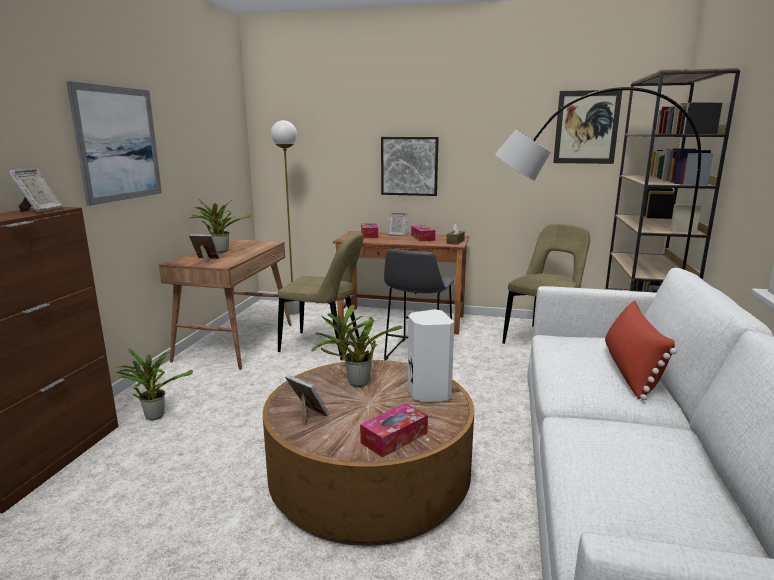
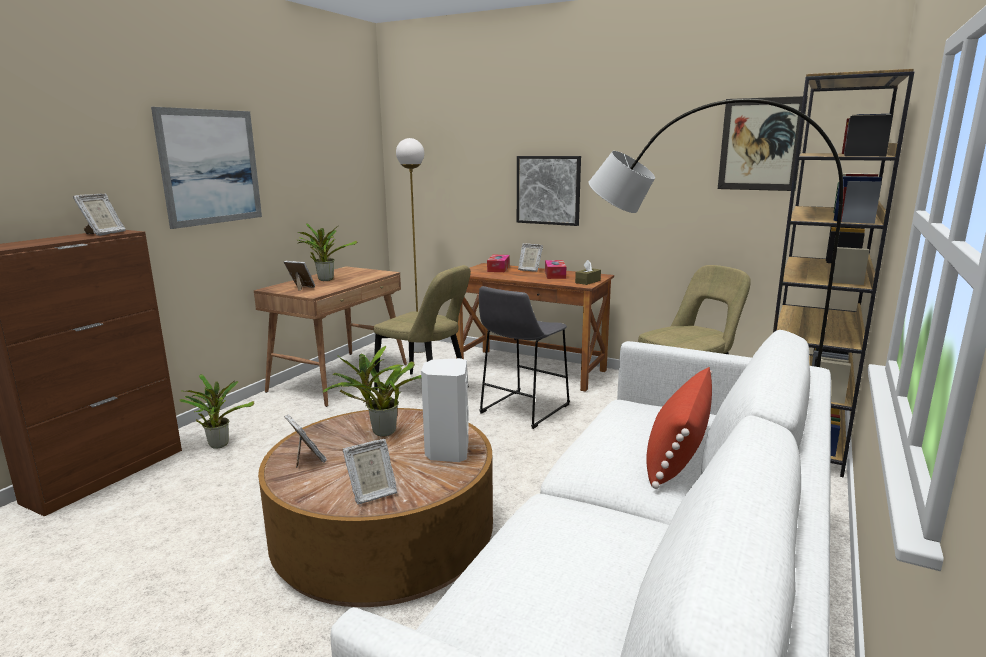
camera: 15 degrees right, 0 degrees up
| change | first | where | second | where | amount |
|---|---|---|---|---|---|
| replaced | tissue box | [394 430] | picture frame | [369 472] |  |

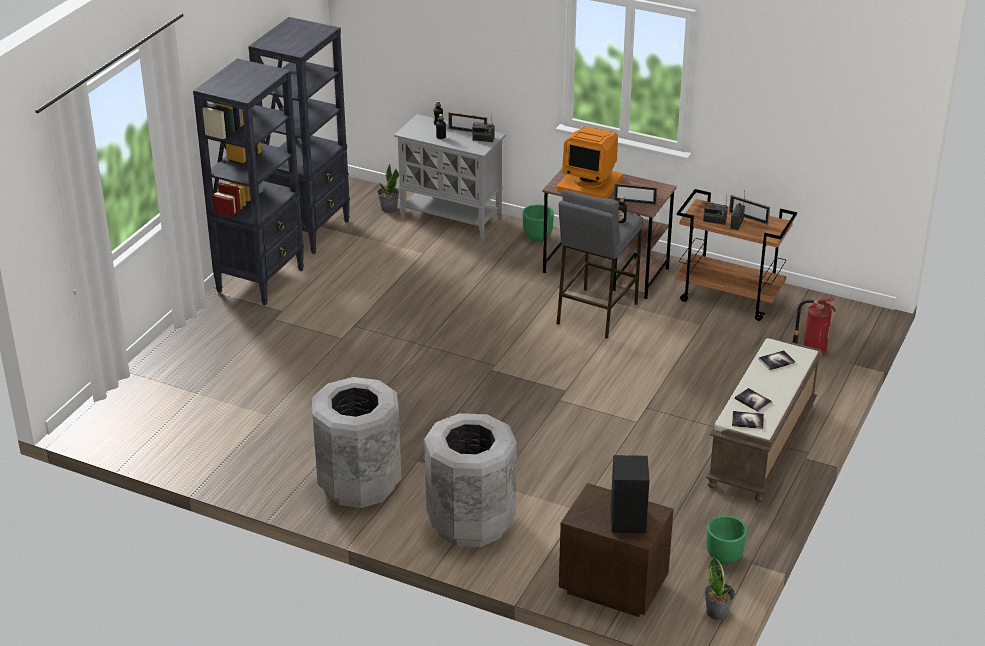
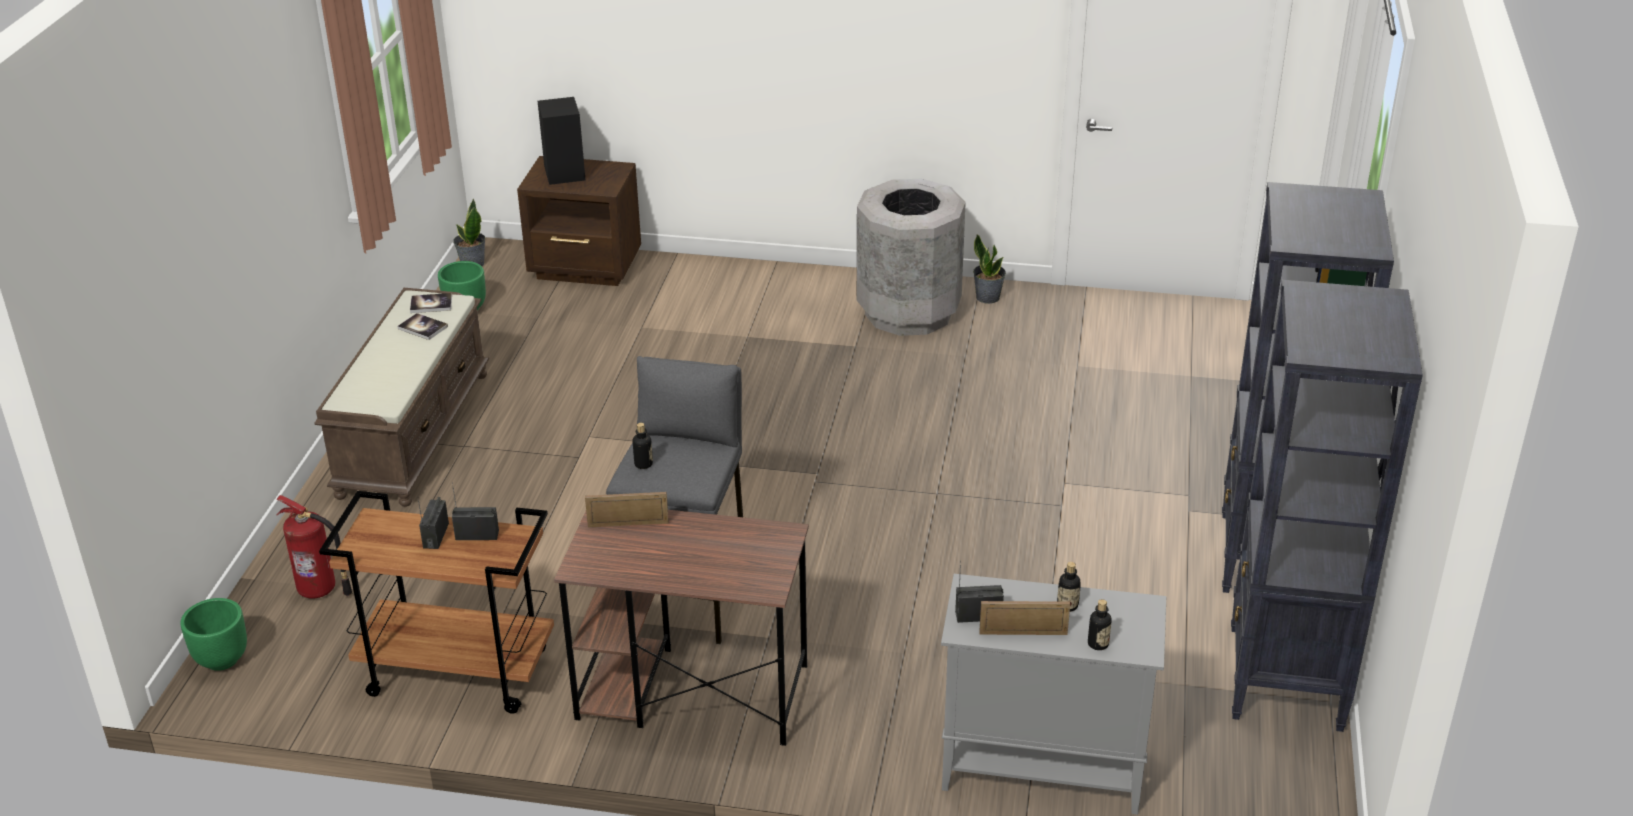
camera: 165 degrees right, 0 degrees up
| change | first | where | second | where | amount |
|---|---|---|---|---|---|
| moved | potted plant | [388 188] |  | [989 269] |  |
| removed | trash can in grey | [470 480] |  |  |  |
| moved | planter in green | [538 223] |  | [213 634] |  |
| removed | monitor | [590 162] |  |  |  |
| removed | picture frame | [749 210] |  |  |  |
| removed | book | [777 360] |  |  |  |

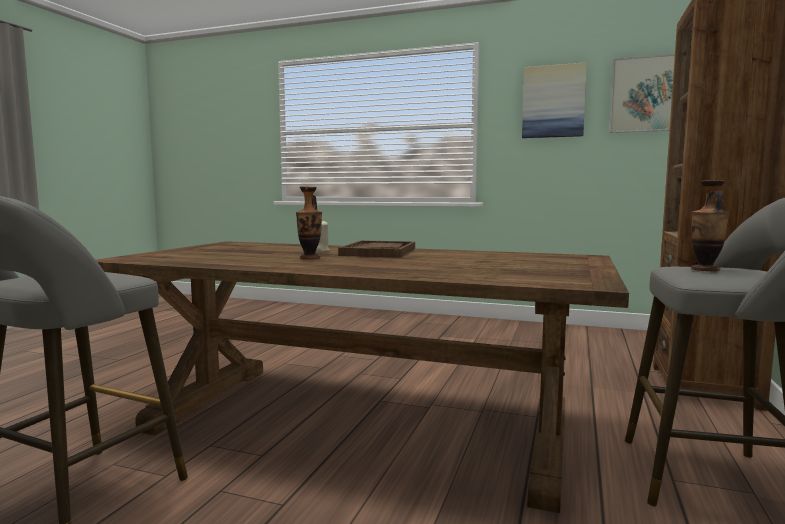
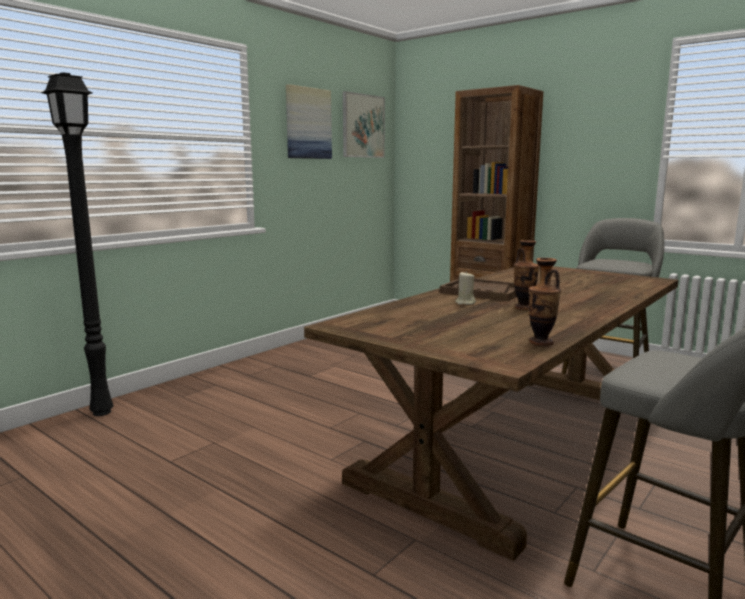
camera: 70 degrees left, 5 degrees up
| change | first | where | second | where | amount |
|---|---|---|---|---|---|
| moved | vase | [710 225] |  | [545 302] |  |
| added |  |  | floor lamp in black | [77 244] |  |

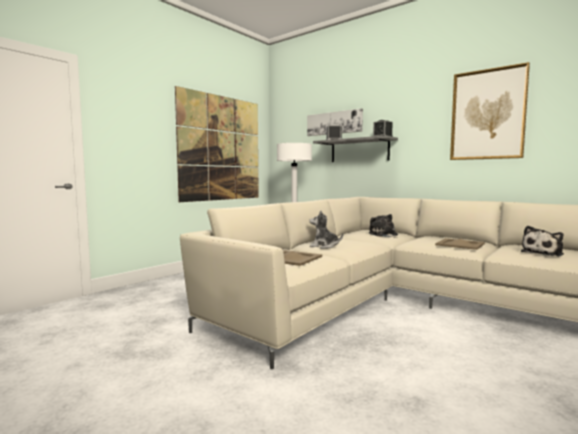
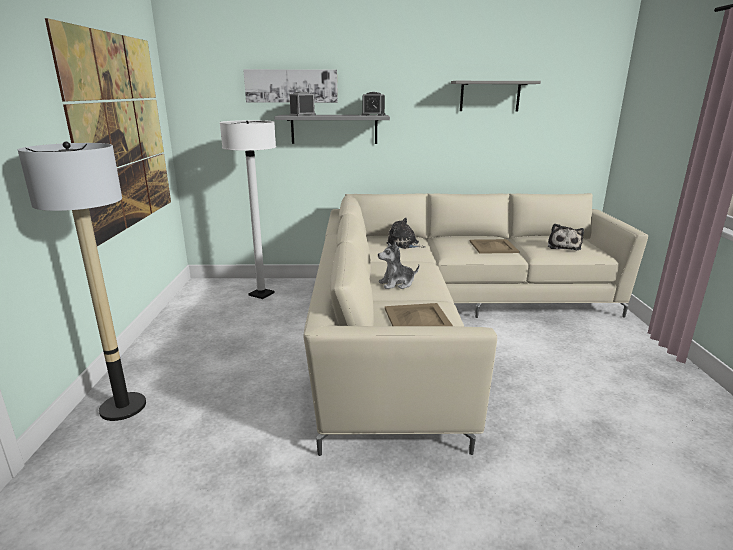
camera: 40 degrees left, 15 degrees up
| change | first | where | second | where | amount |
|---|---|---|---|---|---|
| replaced | picture | [490 111] | shelf in grey | [496 96] |  |
| added |  |  | floor lamp | [82 281] |  |

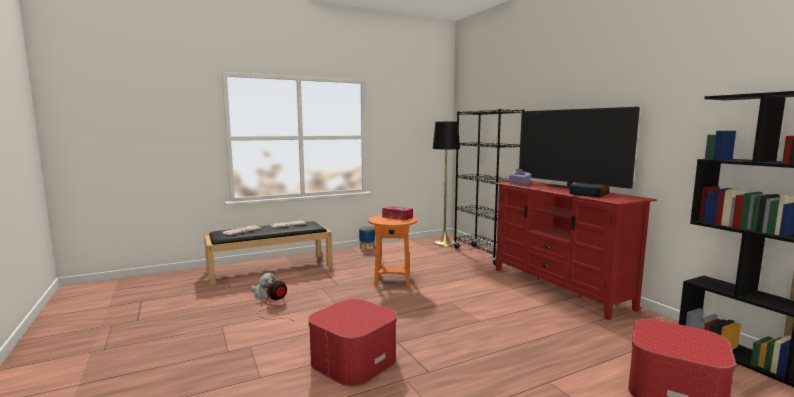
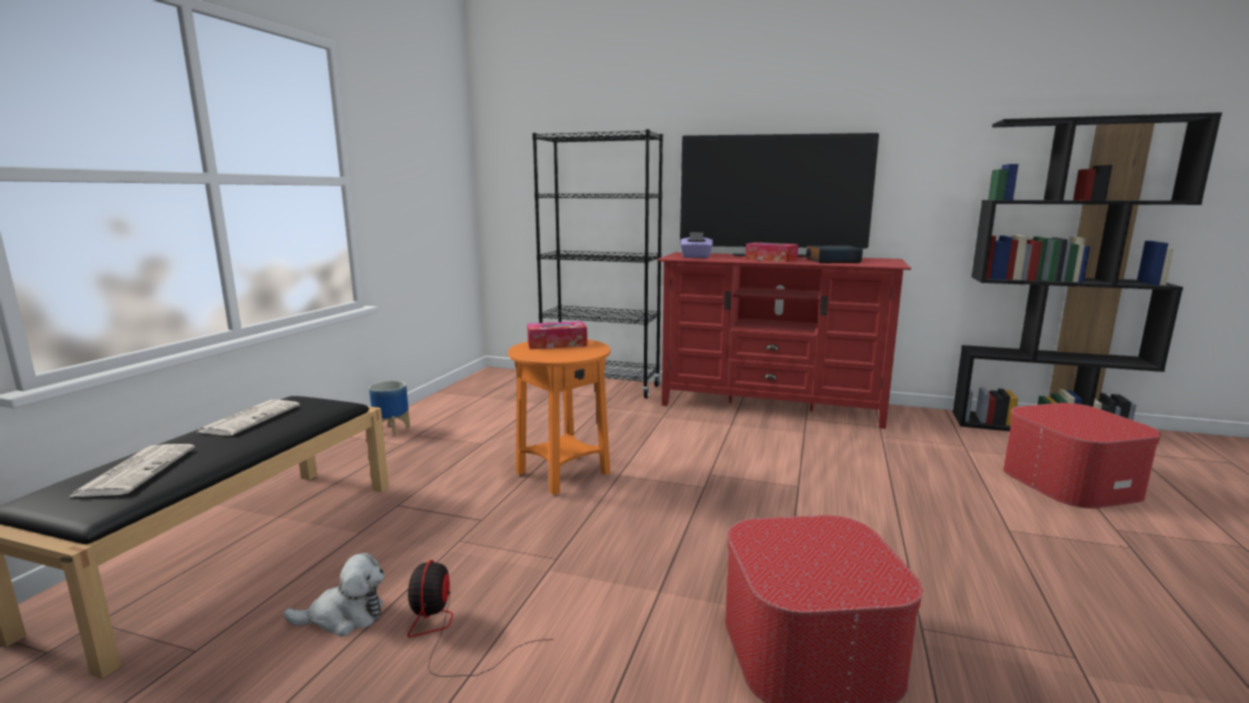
camera: 45 degrees left, 5 degrees up
| change | first | where | second | where | amount |
|---|---|---|---|---|---|
| removed | floor lamp in black | [446 183] |  |  |  |
| added |  |  | tissue box | [771 252] |  |

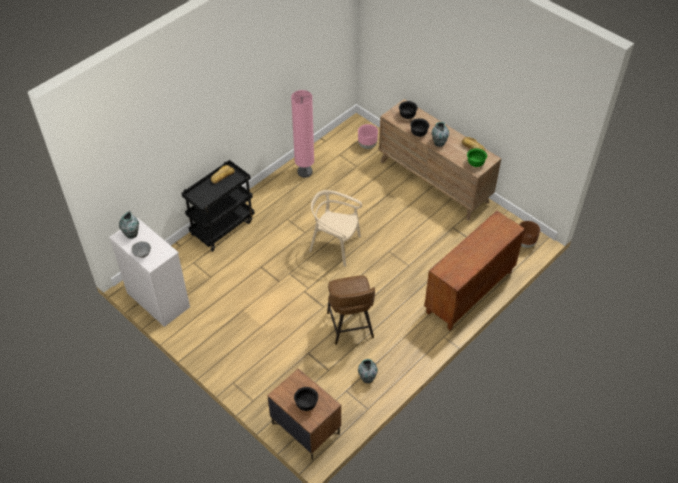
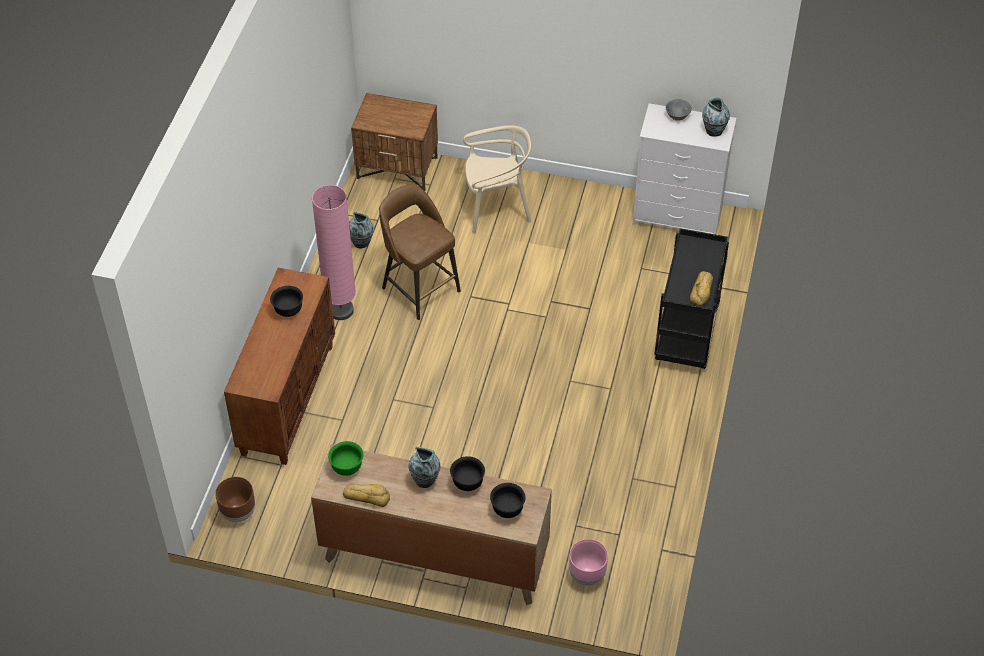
camera: 150 degrees right, 0 degrees up
| change | first | where | second | where | amount |
|---|---|---|---|---|---|
| moved | floor lamp in pink | [302 134] |  | [334 252] |  |
| moved | bowl in black | [306 399] |  | [286 301] |  |
| moved | chair in beige | [335 228] |  | [497 179] |  |

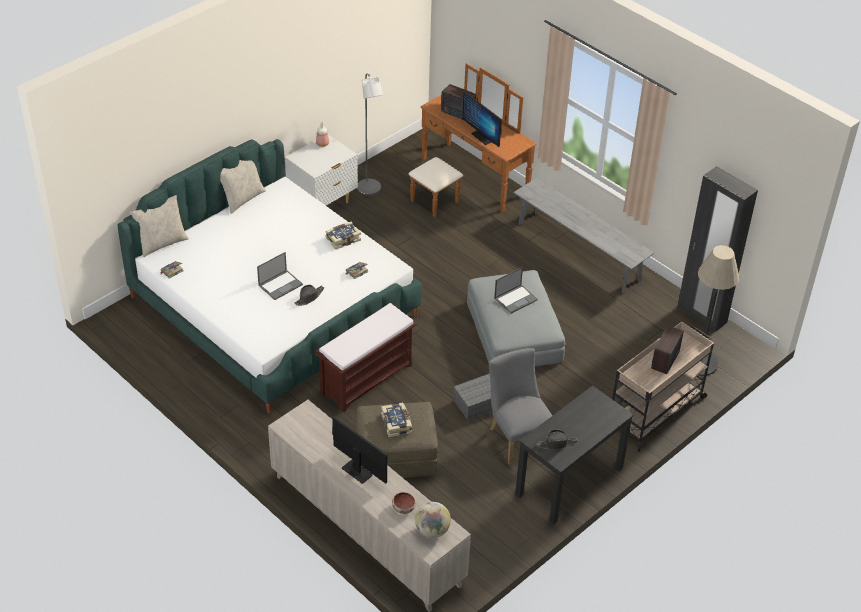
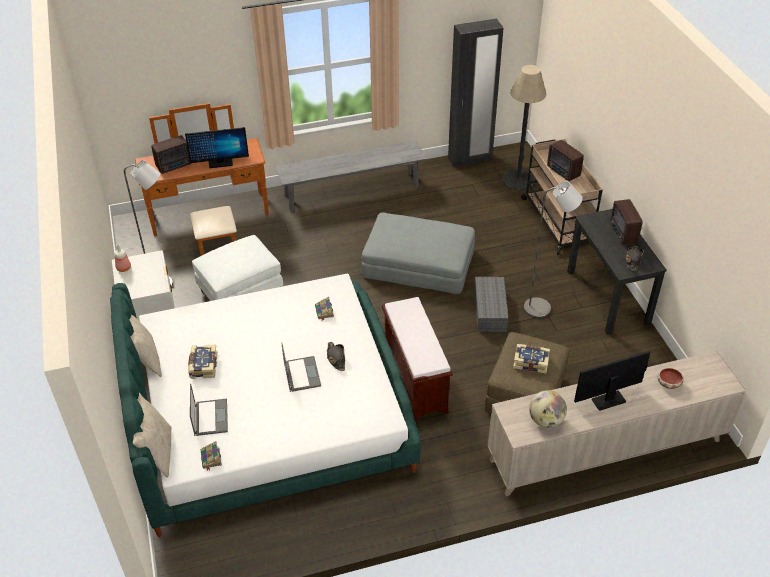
camera: 60 degrees left, 0 degrees up
| change | first | where | second | where | amount |
|---|---|---|---|---|---|
| moved | book | [343 236] |  | [202 361] |  |
| moved | globe | [433 520] |  | [548 409] |  |
| replaced | chair in grey | [520 406] | floor lamp in grey | [553 249] |  |
| moved | laptop | [516 290] |  | [209 410] |  |
| added |  |  | ottoman in white | [237 268] |  |
| added |  |  | radio | [626 222] |  |

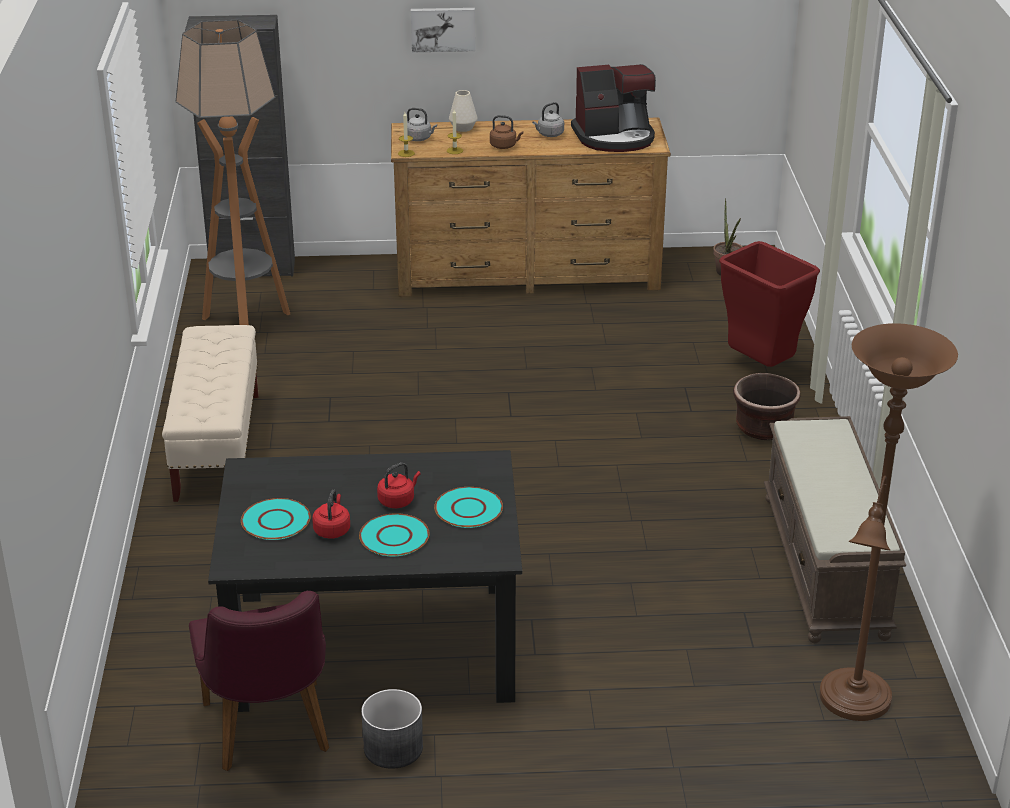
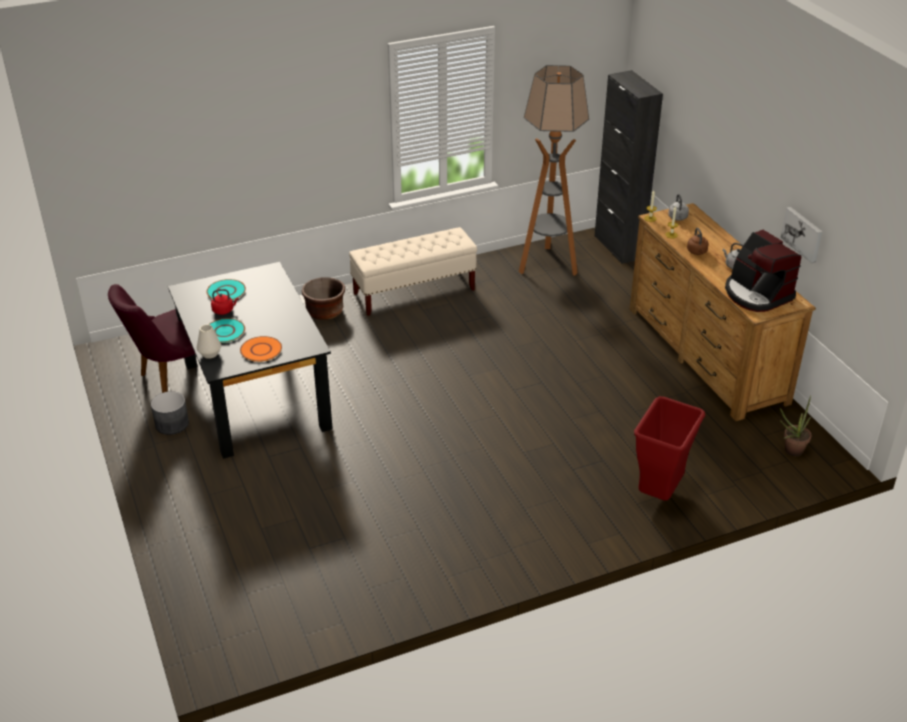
camera: 70 degrees right, 5 degrees up
| change | first | where | second | where | amount |
|---|---|---|---|---|---|
| removed | kettle in red | [399 485] |  |  |  |
| moved | picture | [443 30] |  | [802 235] |  |
| recoloured | plate in turquoise | [468 507] | plate in orange | [261 349] |  |
| moved | vase in white | [463 111] |  | [209 341] |  |
| moved | planter in brown | [767 406] |  | [323 299] |  |
| removed | bench in brown | [835 529] |  |  |  |
| removed | floor lamp in brown | [888 522] |  |  |  |

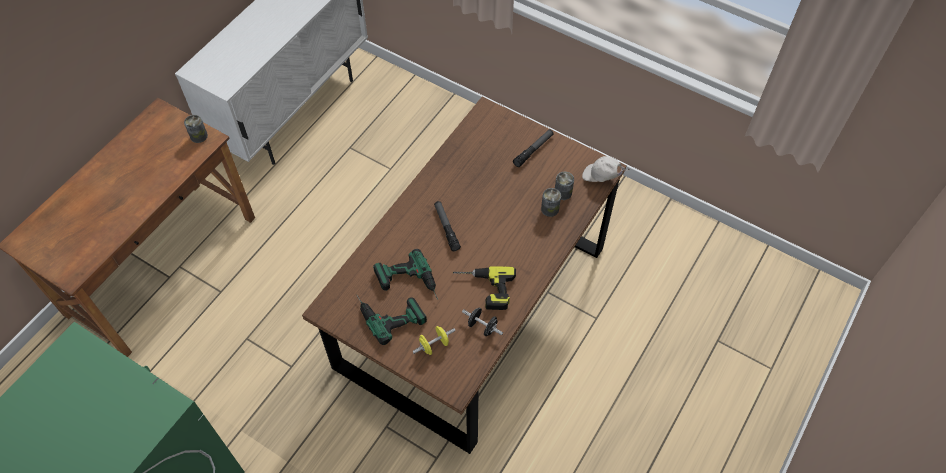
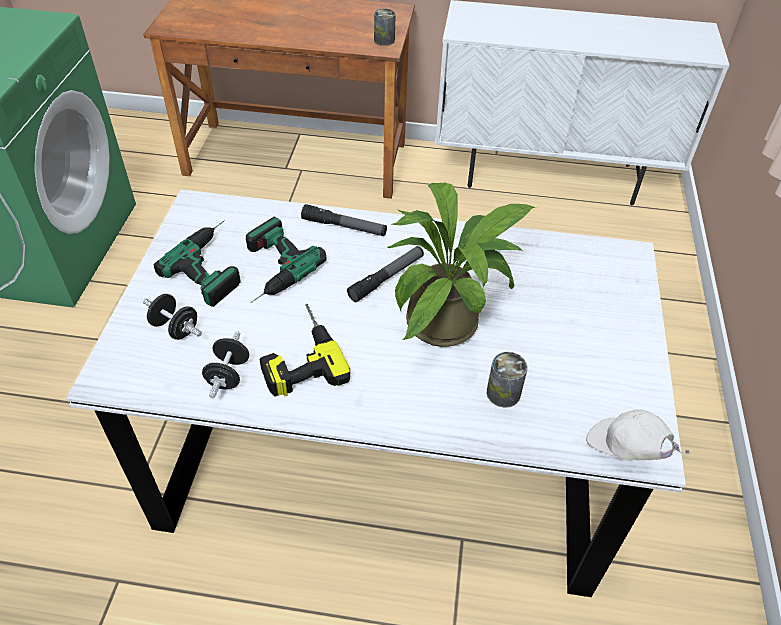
camera: 65 degrees right, 10 degrees down
| change | first | where | second | where | amount |
|---|---|---|---|---|---|
| recoloured | dining table in brown | [464 275] | dining table in white | [376 393] |  |
| recoloured | dumbbell in yellow | [434 340] | dumbbell in black | [172 317] |  |
| moved | flashlight | [533 148] |  | [344 220] |  |
| removed | can | [564 186] |  |  |  |
| turned | cap in white | [606 169] |  | [638 435] | 45 degrees counterclockwise |
| added |  |  | potted plant | [461 265] |  |

